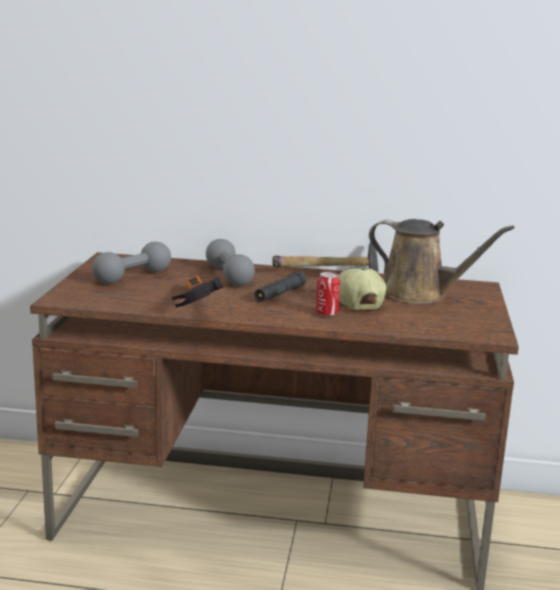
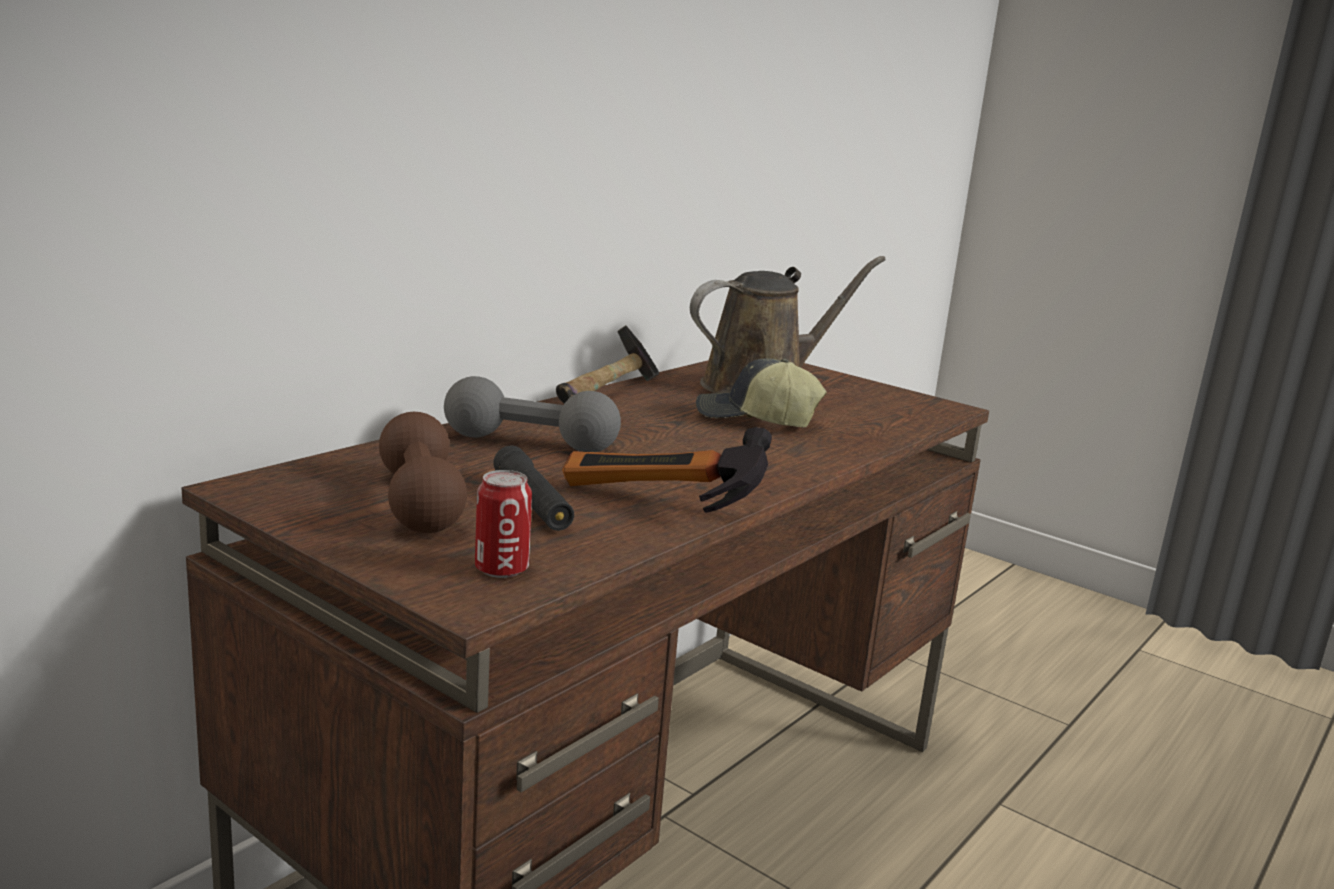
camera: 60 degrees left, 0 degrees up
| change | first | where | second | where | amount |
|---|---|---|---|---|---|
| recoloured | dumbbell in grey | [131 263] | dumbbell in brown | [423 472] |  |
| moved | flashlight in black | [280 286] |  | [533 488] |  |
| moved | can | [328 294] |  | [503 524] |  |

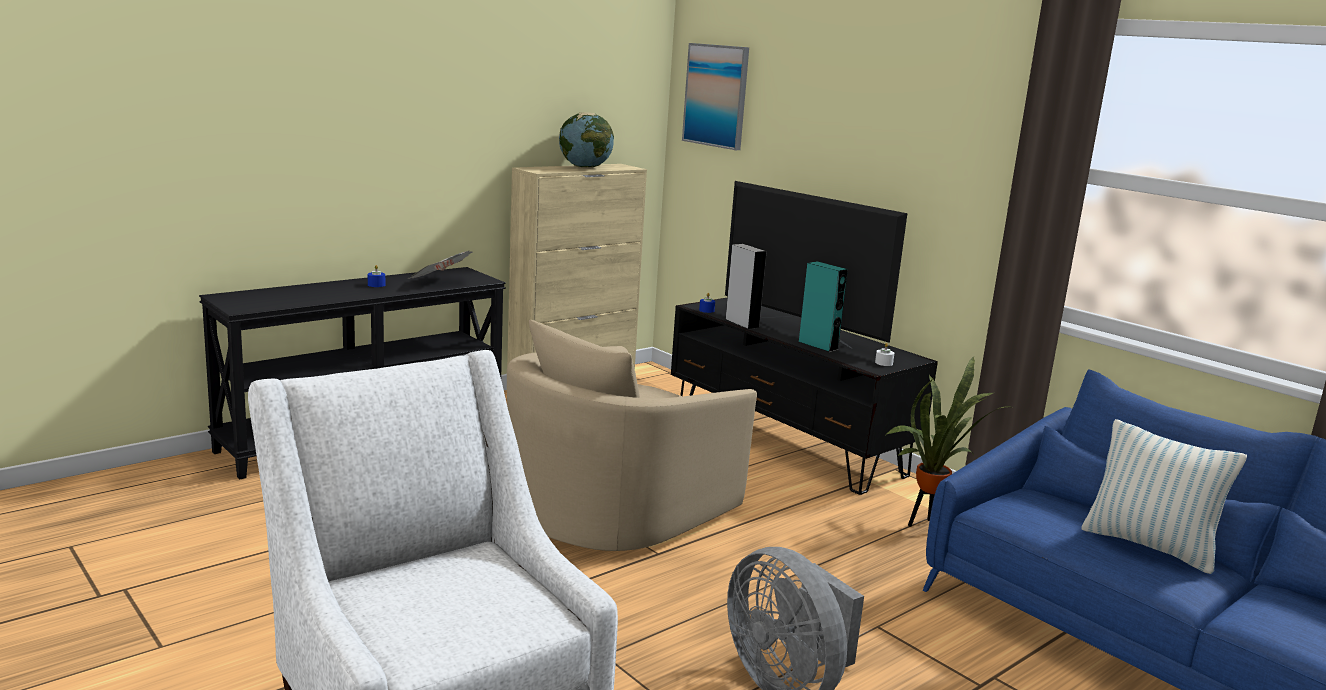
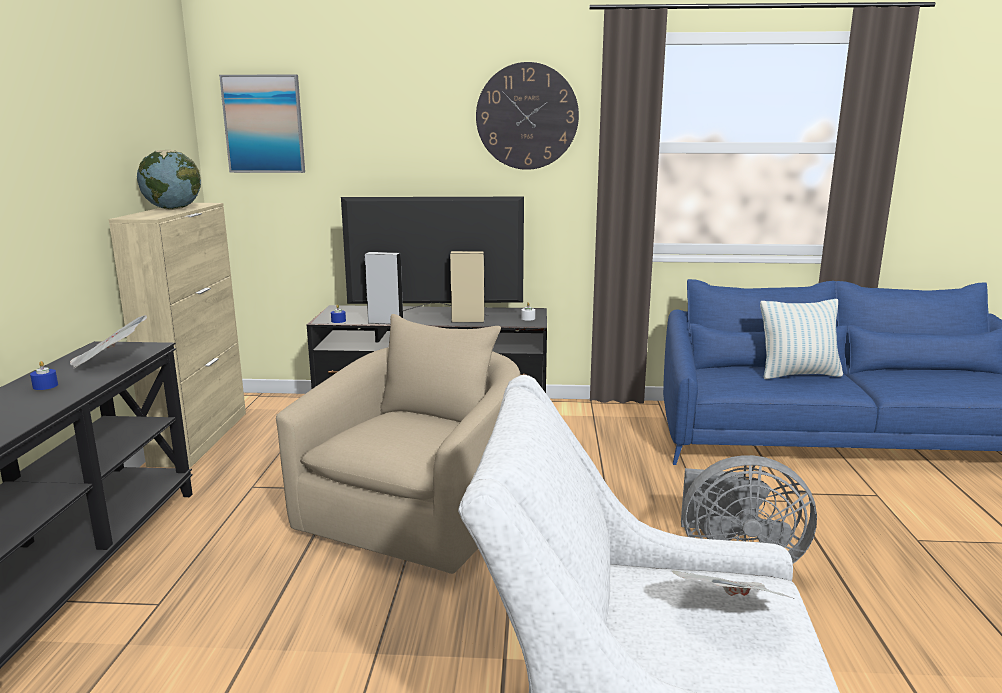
camera: 45 degrees left, 0 degrees up
| change | first | where | second | where | amount |
|---|---|---|---|---|---|
| turned | armchair in beige | [632 435] |  | [398 444] | 150 degrees counterclockwise |
| recoloured | speaker in turquoise | [823 306] | speaker in beige | [467 287] |  |
| removed | potted plant | [947 442] |  |  |  |
| added |  |  | wall clock | [527 116] |  |
| added |  |  | newspaper | [732 584] |  |

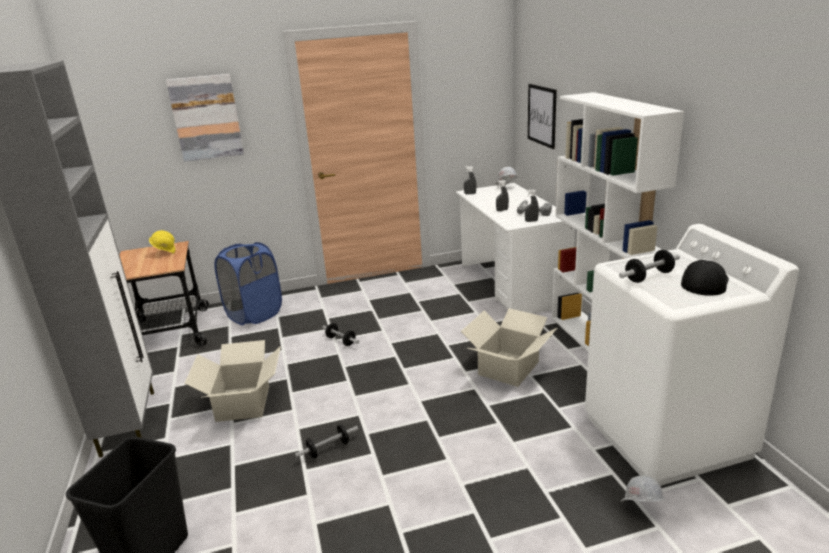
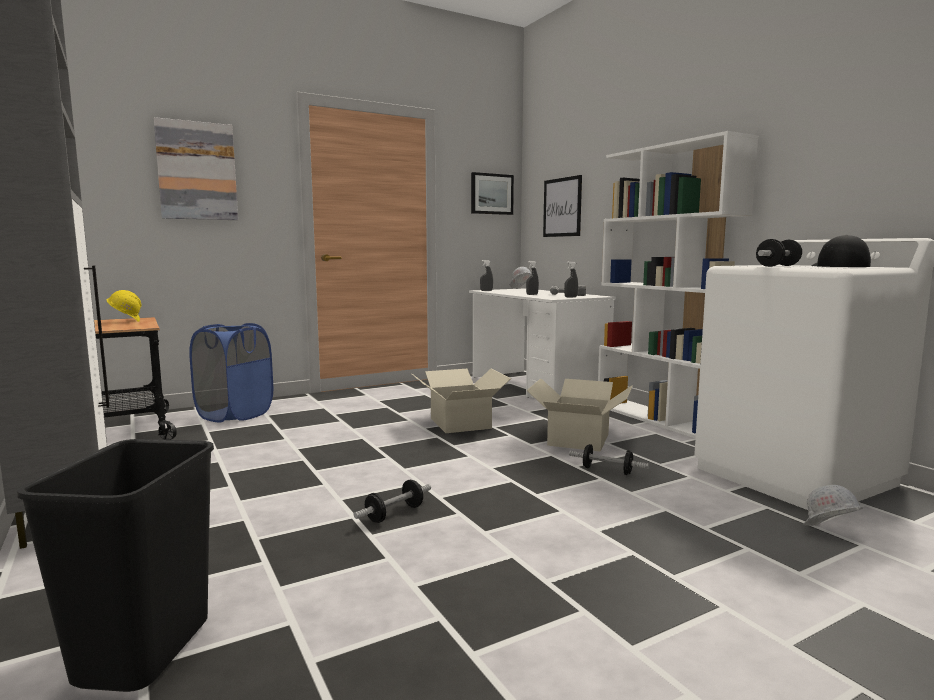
camera: 15 degrees left, 15 degrees down
| change | first | where | second | where | amount |
|---|---|---|---|---|---|
| moved | cardboard box | [232 381] |  | [461 400] |  |
| moved | dumbbell | [340 334] |  | [609 459] |  |
| added |  |  | picture | [492 193] |  |

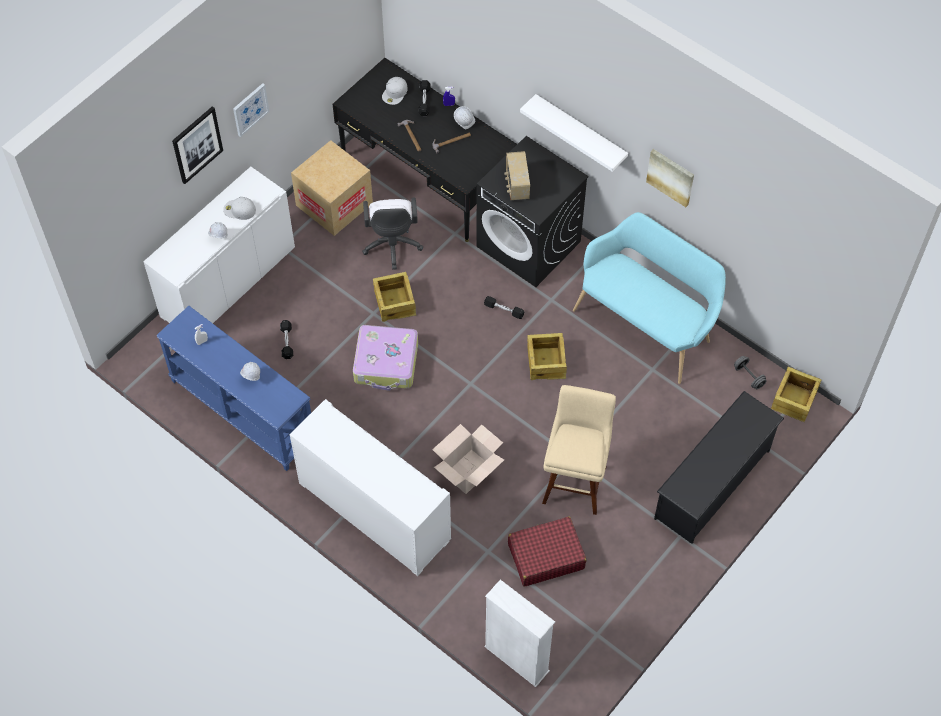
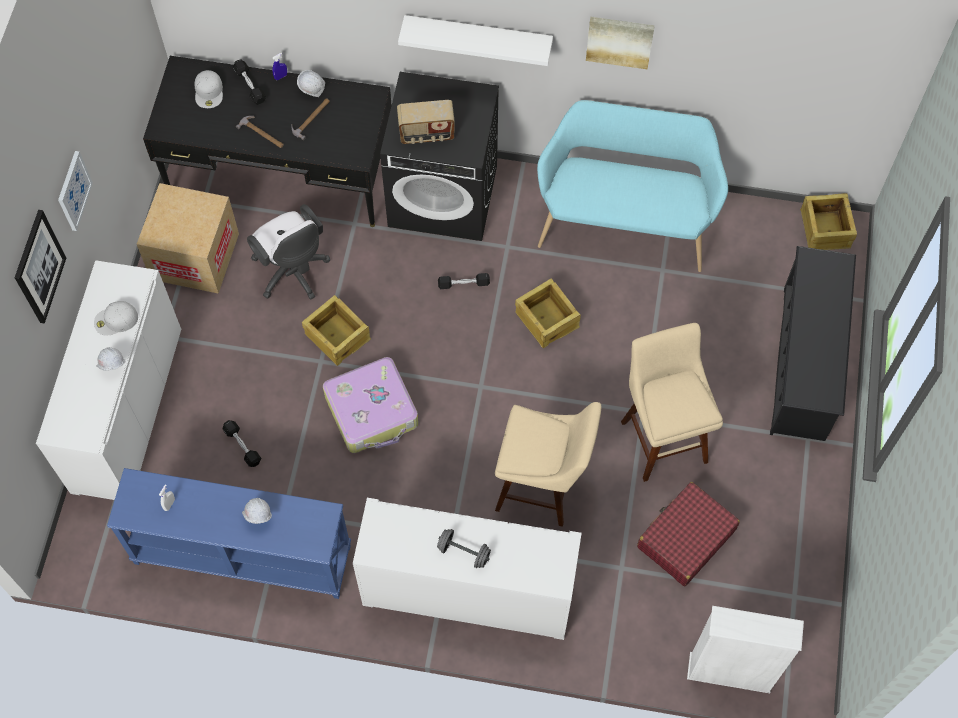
camera: 30 degrees left, 5 degrees up
| change | first | where | second | where | amount |
|---|---|---|---|---|---|
| replaced | cardboard box | [468 459] | stool in beige | [548 464] |  |
| turned | radio | [517 175] |  | [426 122] | 60 degrees counterclockwise |
| moved | dumbbell in grey | [750 372] |  | [464 548] |  |

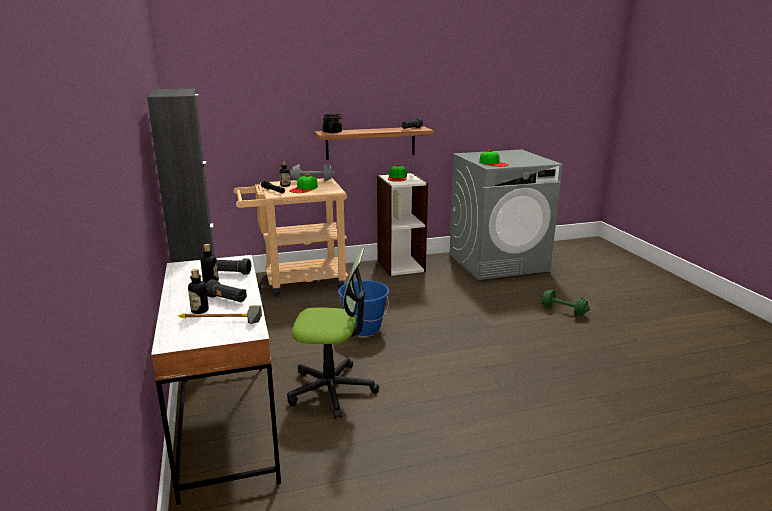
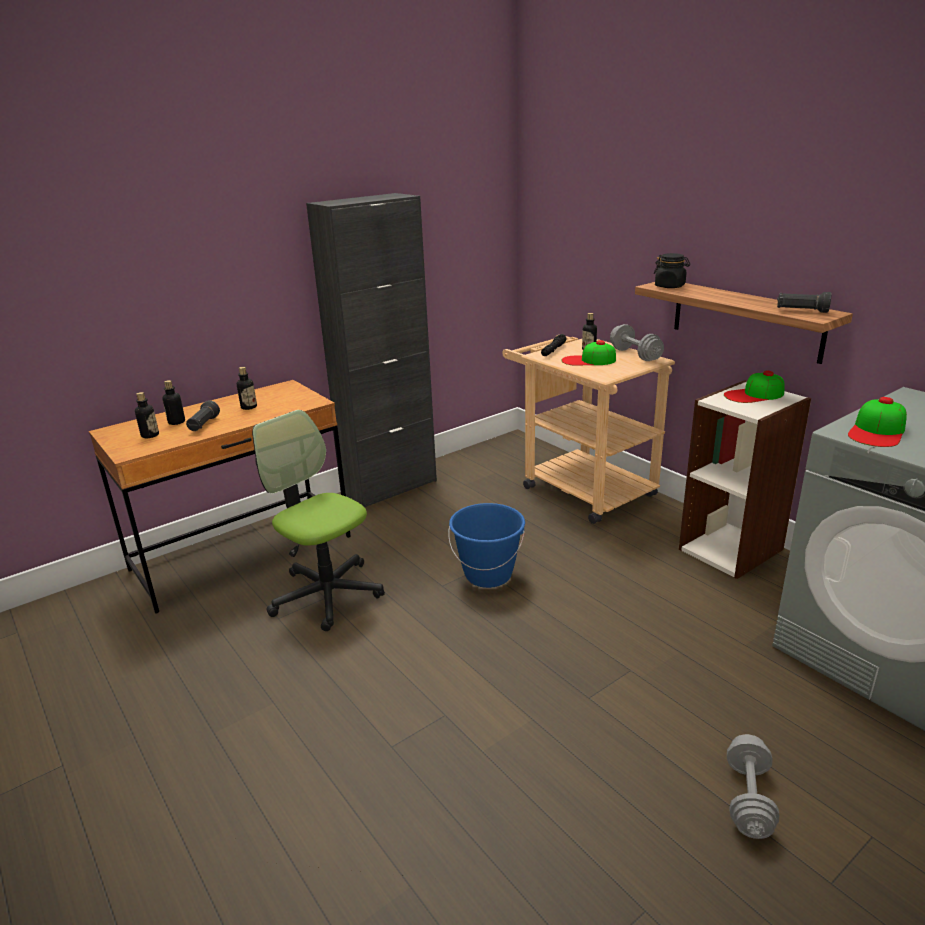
camera: 70 degrees right, 5 degrees up
| change | first | where | second | where | amount |
|---|---|---|---|---|---|
| recoloured | desk in white | [216 380] | desk in brown | [220 496] |  |
| replaced | hammer | [220 315] | bottle | [147 415] |  |
| removed | flashlight in black | [234 266] |  |  |  |
| turned | office chair | [333 333] |  | [318 520] | 150 degrees clockwise |
| recoloured | dumbbell in green | [565 303] | dumbbell in grey | [753 786] |  |

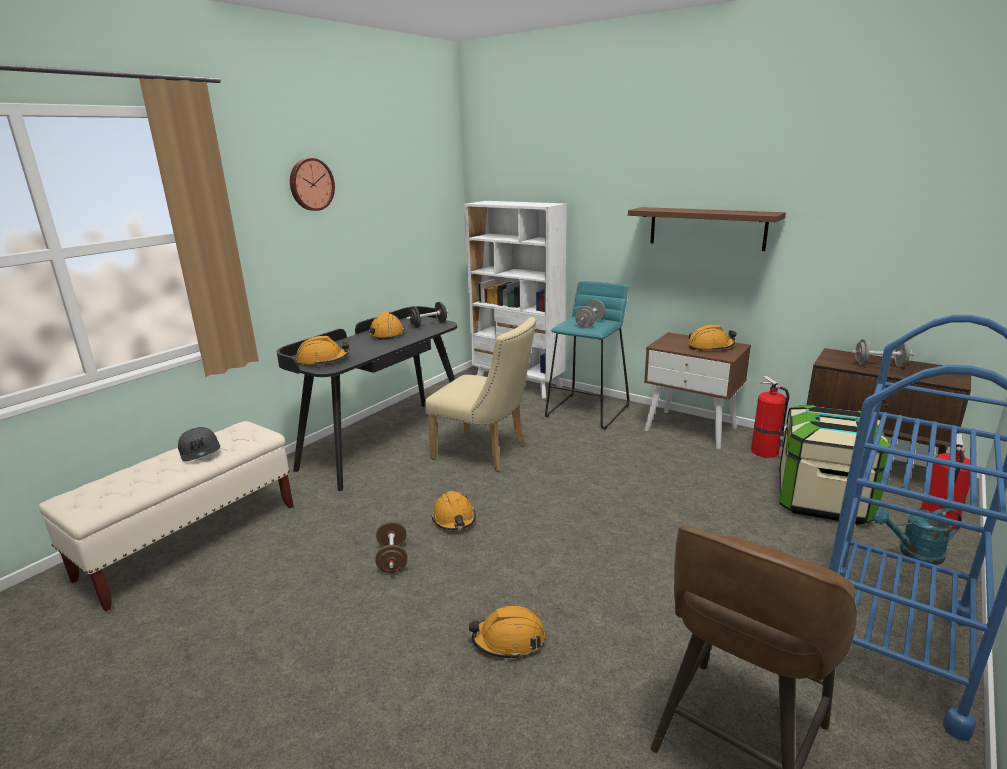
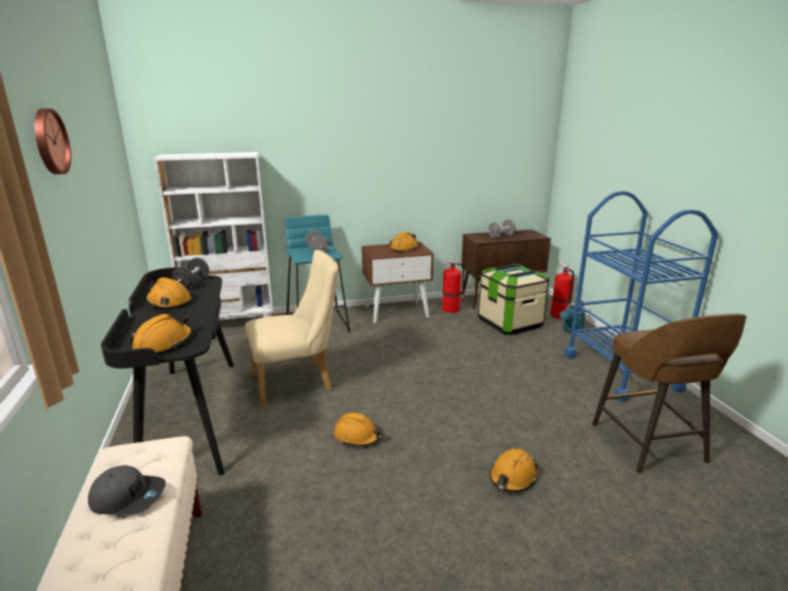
camera: 50 degrees left, 0 degrees up
| change | first | where | second | where | amount |
|---|---|---|---|---|---|
| removed | dumbbell in brown | [391 547] |  |  |  |
| removed | shelf in brown | [707 229] |  |  |  |

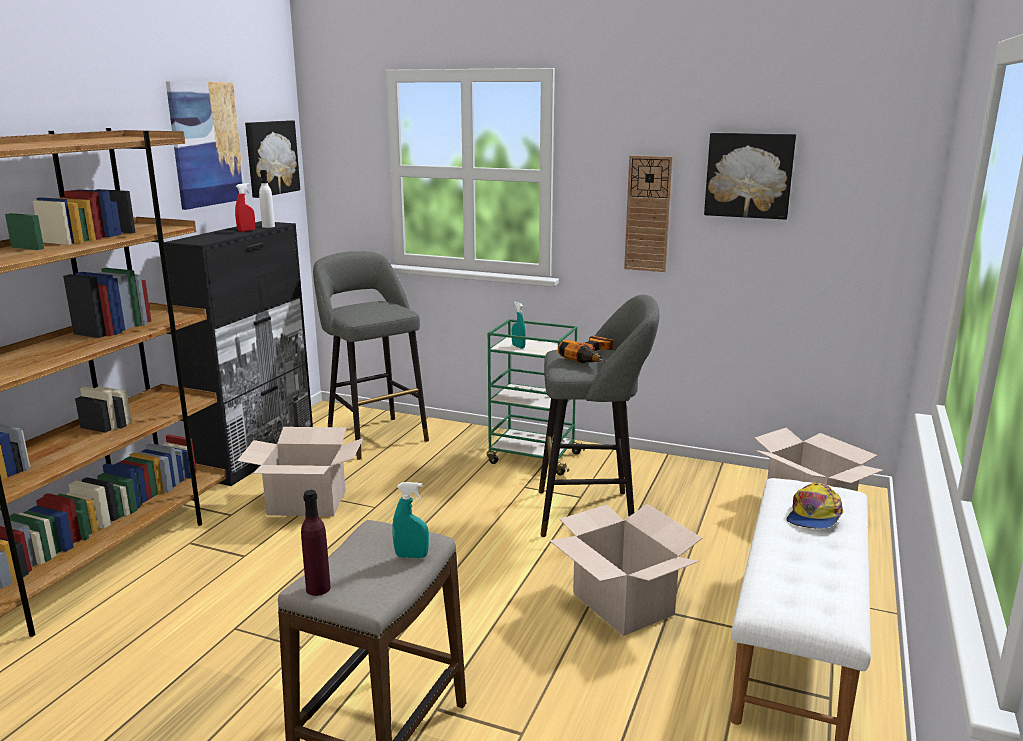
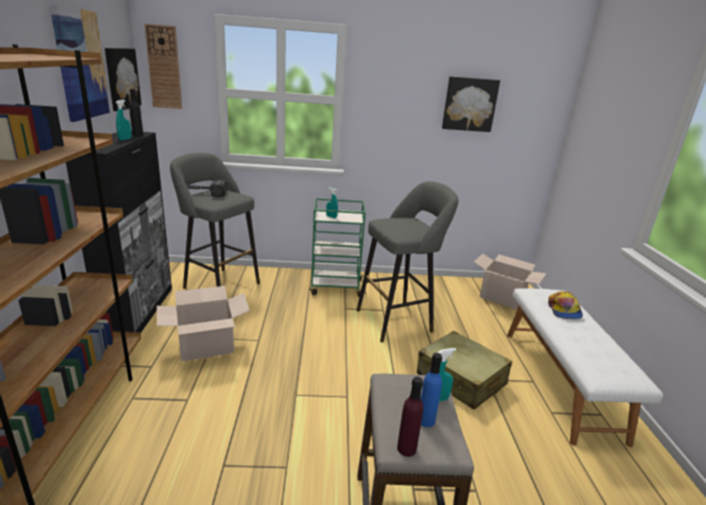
camera: 25 degrees left, 5 degrees up
| change | first | where | second | where | amount |
|---|---|---|---|---|---|
| recoloured | spray bottle in red | [245 207] | spray bottle in turquoise | [124 120] |  |
| recoloured | bottle in white | [267 199] | bottle in black | [136 112] |  |
| replaced | cardboard box | [626 570] | suitcase in beige | [464 370] |  |
| removed | power drill | [586 349] |  |  |  |
| moved | wall clock | [648 213] |  | [163 66] |  |
| added |  |  | hammer | [207 188] |  |
| added |  |  | bottle in blue | [431 390] |  |

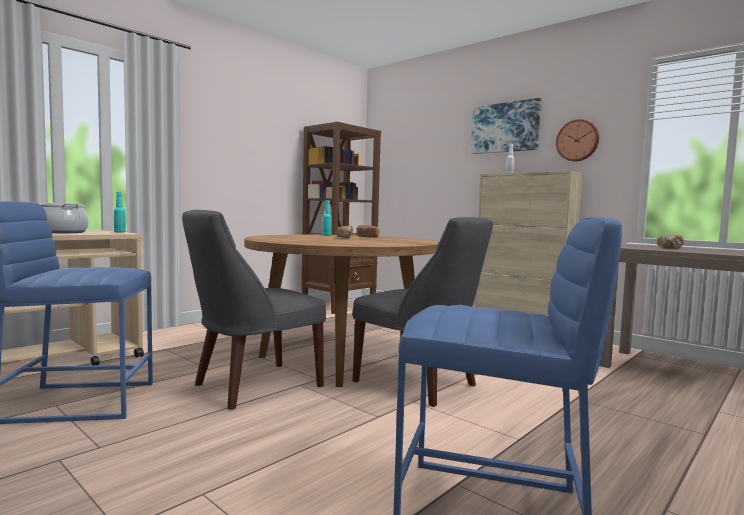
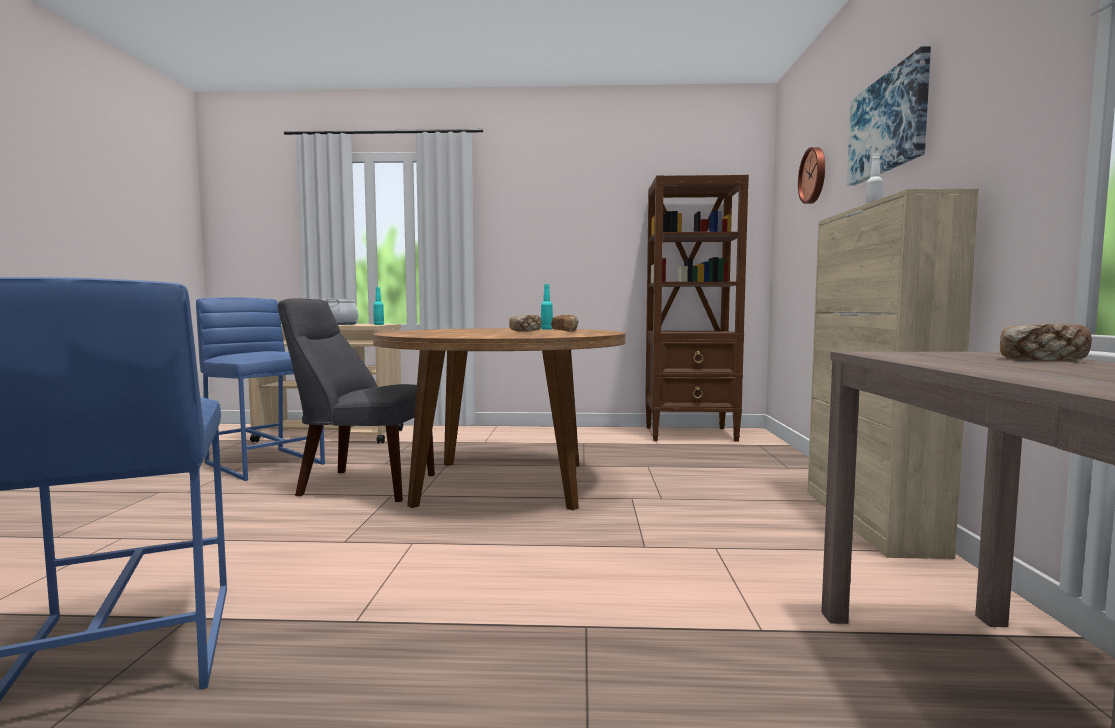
camera: 50 degrees right, 0 degrees up
| change | first | where | second | where | amount |
|---|---|---|---|---|---|
| removed | chair in grey | [423 312] |  |  |  |
| moved | wall clock | [577 140] |  | [811 175] |  |

